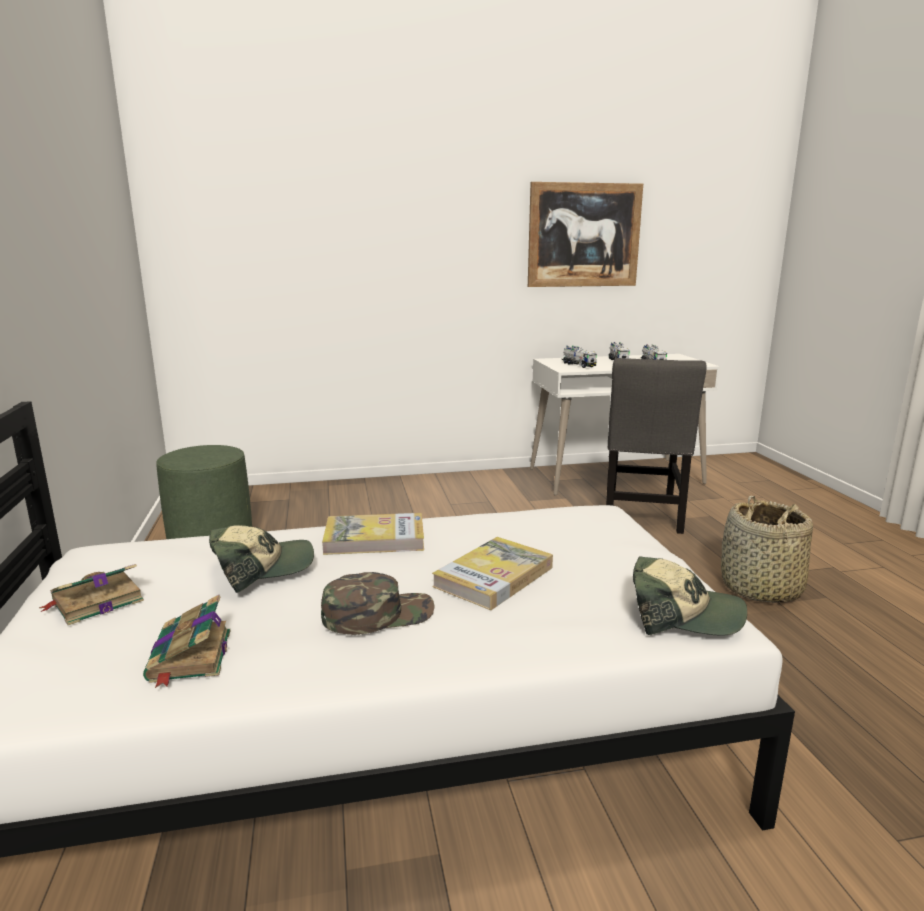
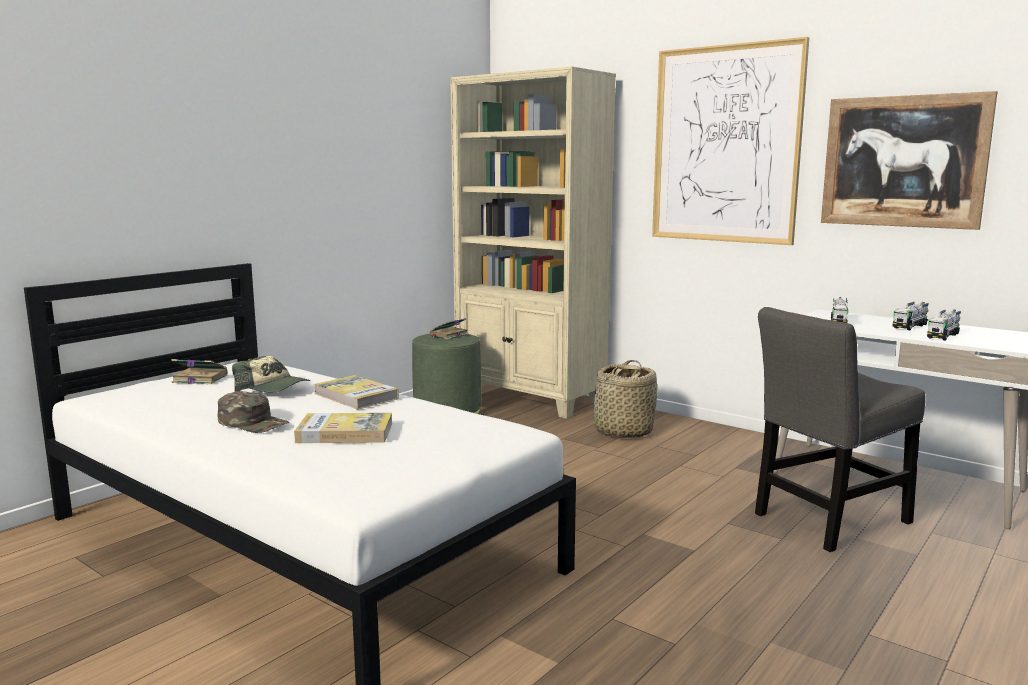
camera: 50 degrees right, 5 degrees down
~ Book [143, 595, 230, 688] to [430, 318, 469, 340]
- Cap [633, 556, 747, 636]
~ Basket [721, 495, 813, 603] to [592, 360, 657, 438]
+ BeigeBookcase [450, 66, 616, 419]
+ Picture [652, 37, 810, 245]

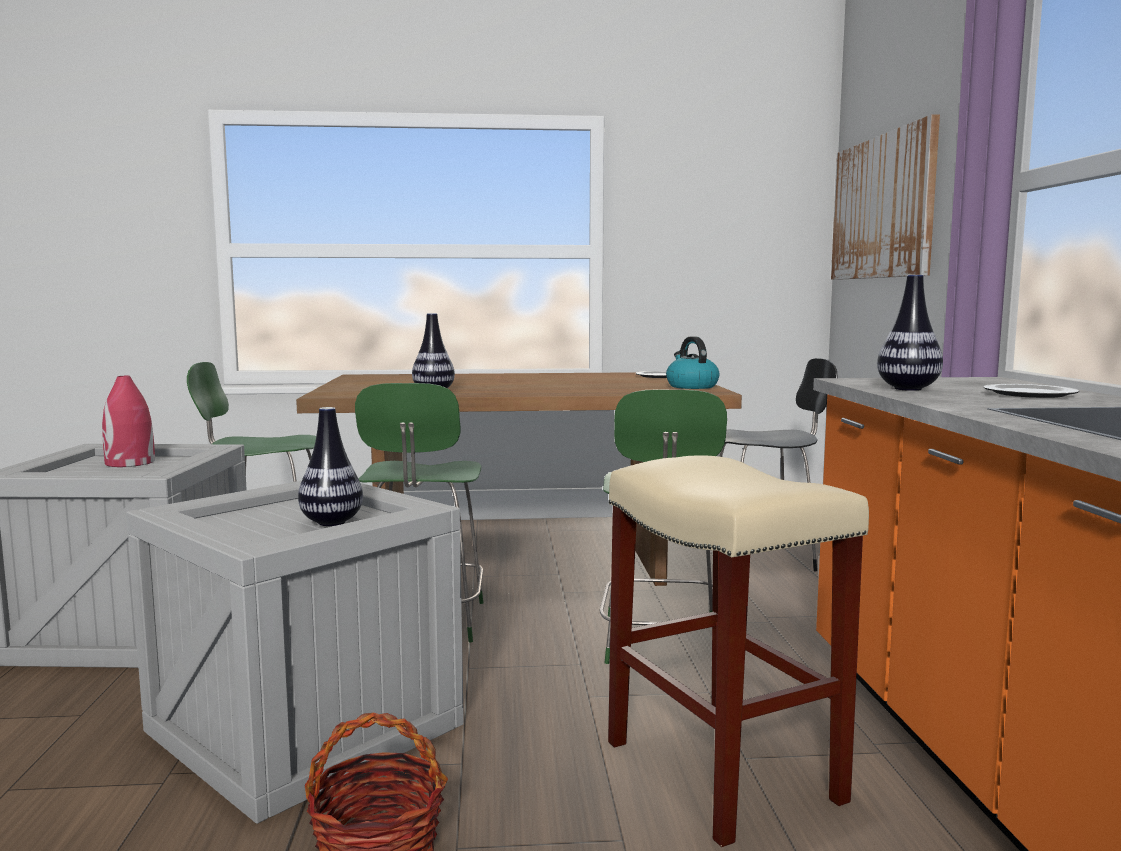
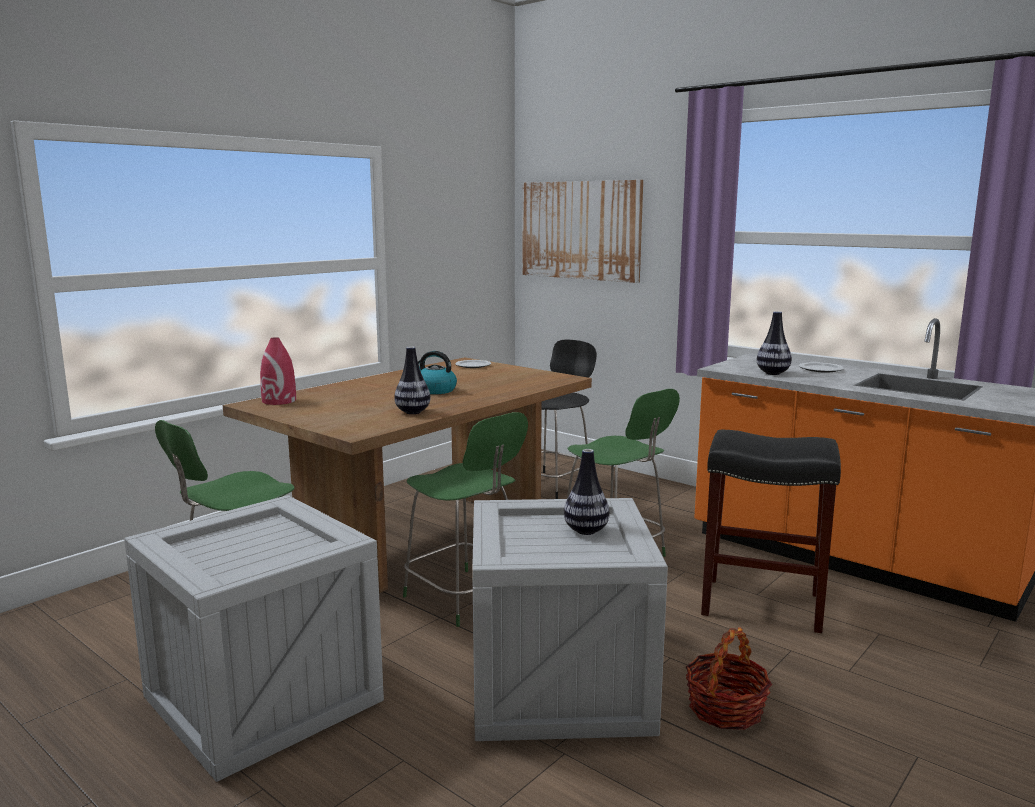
camera: 45 degrees left, 5 degrees up
~ RedVase [102, 376, 155, 467] to [260, 337, 296, 405]
~ BeigeStool [608, 455, 869, 847] to BlackStool [701, 429, 841, 633]
~ Kettle [666, 336, 720, 389] to [418, 351, 457, 394]

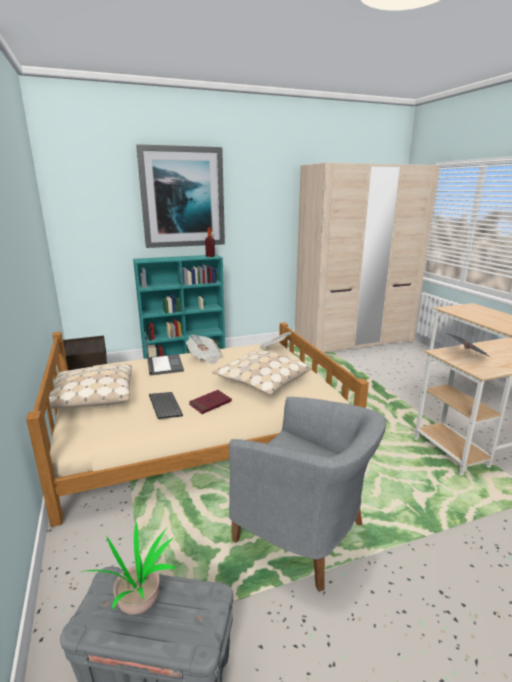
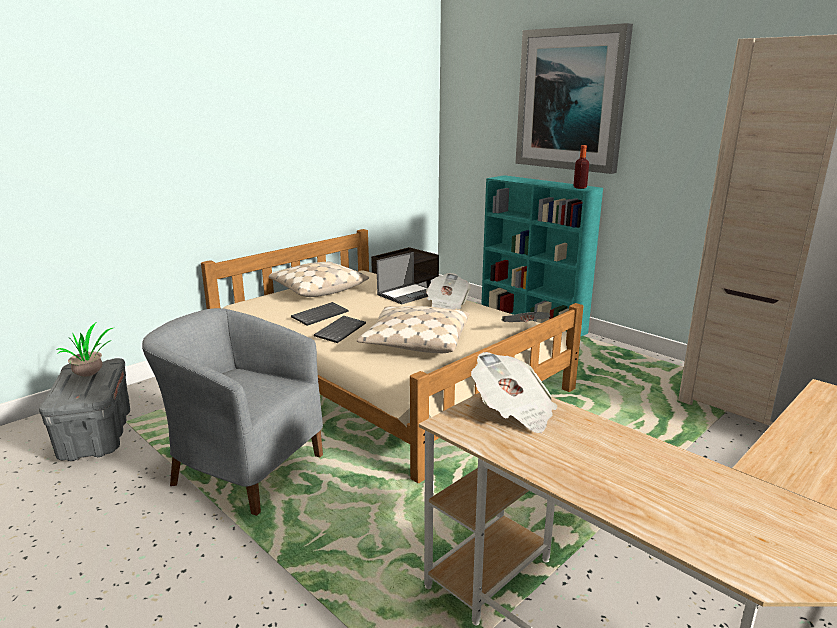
camera: 65 degrees right, 0 degrees up
~ RedBook [189, 390, 232, 414] to Keyboard [314, 316, 366, 343]
~ GreyArmchair [229, 397, 386, 592] = [142, 308, 323, 516] 105 degrees clockwise

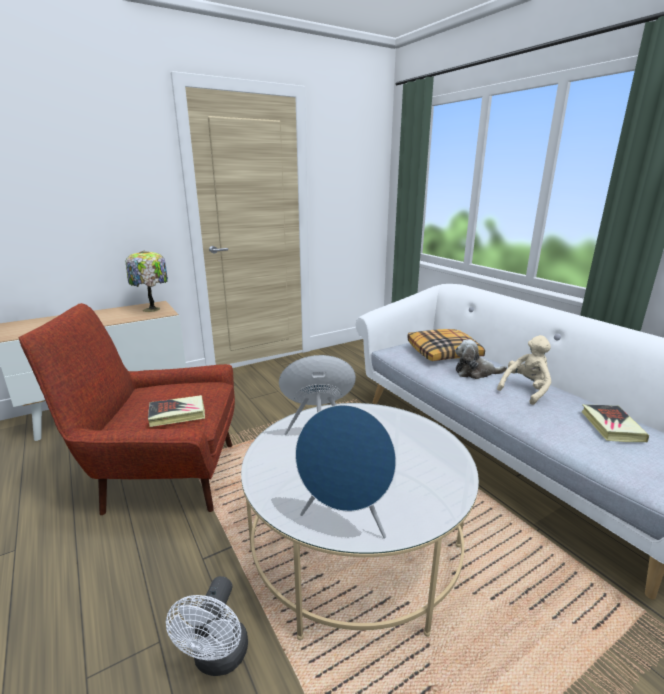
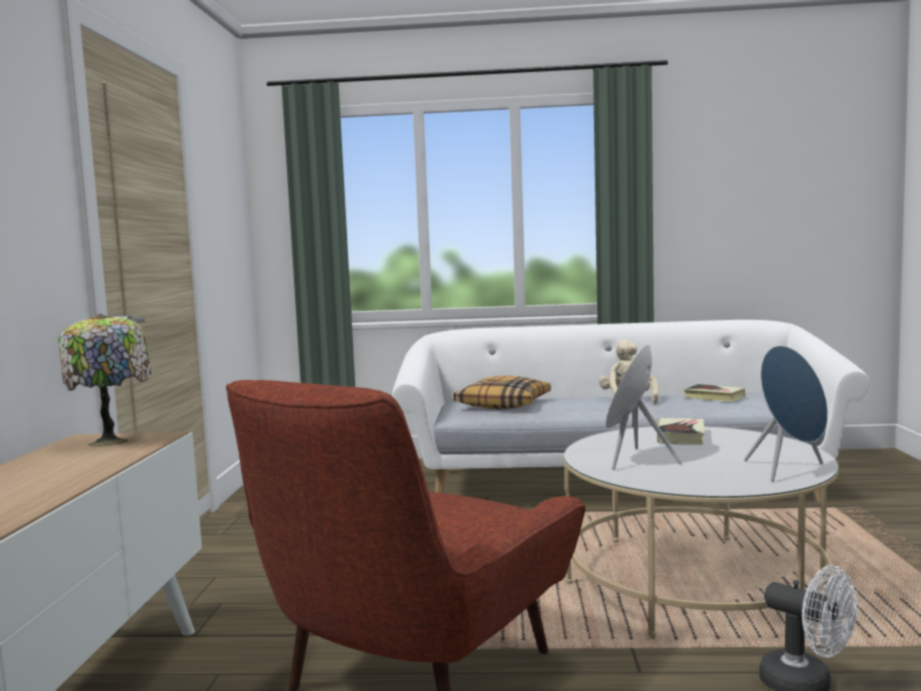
camera: 55 degrees left, 15 degrees down
~ Book [148, 395, 205, 427] to [657, 418, 705, 445]
- PlushToy [455, 339, 507, 379]

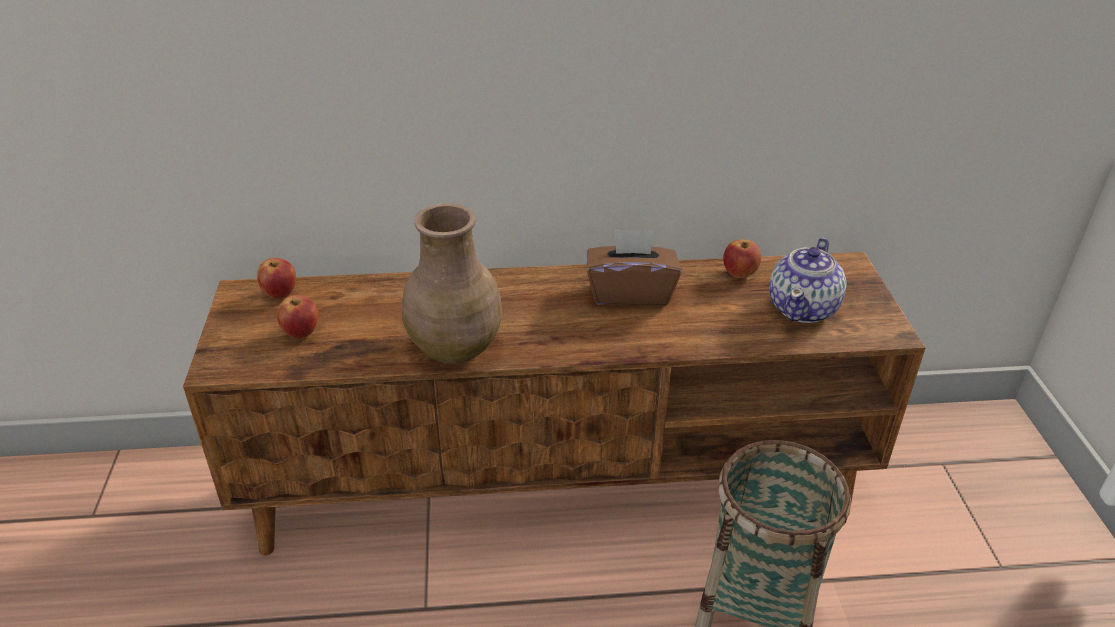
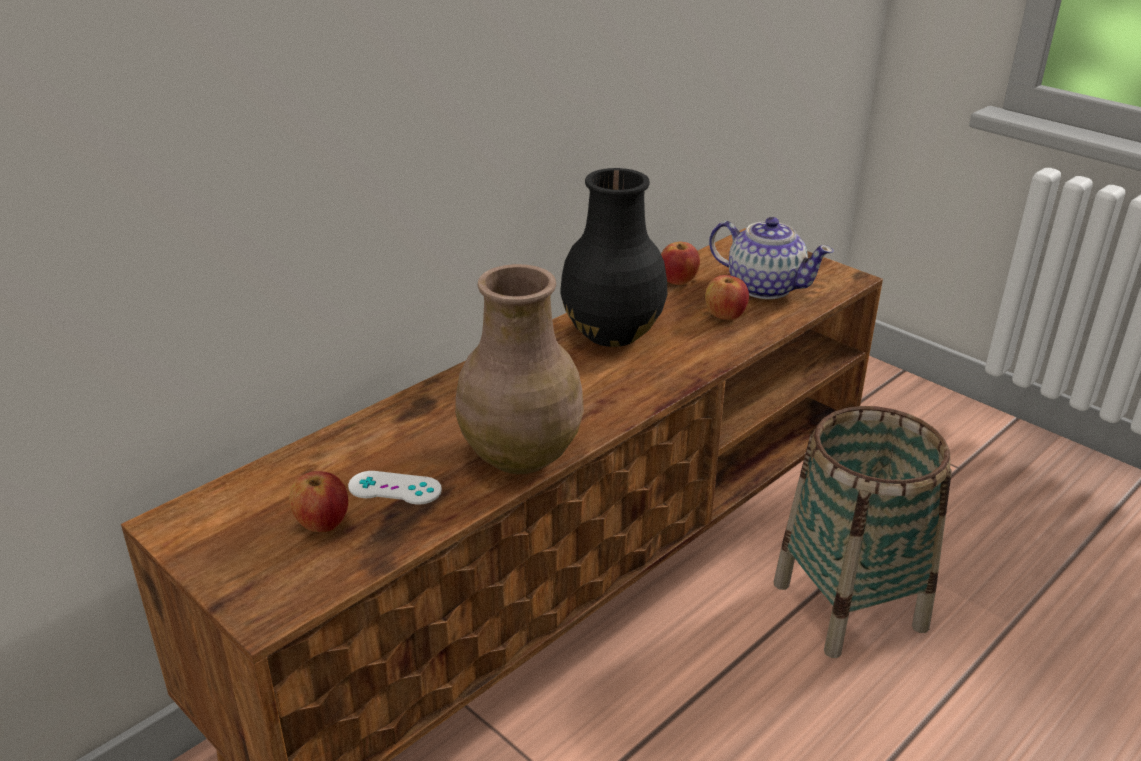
camera: 40 degrees left, 5 degrees down
~ Apple [257, 258, 296, 299] to [705, 275, 749, 320]
~ BrownTissueBox [587, 229, 681, 307] to BlackVase [560, 168, 667, 347]
~ Teapot [769, 238, 847, 323] = [709, 217, 834, 299] 45 degrees counterclockwise
+ WhiteGameController [348, 471, 442, 504]

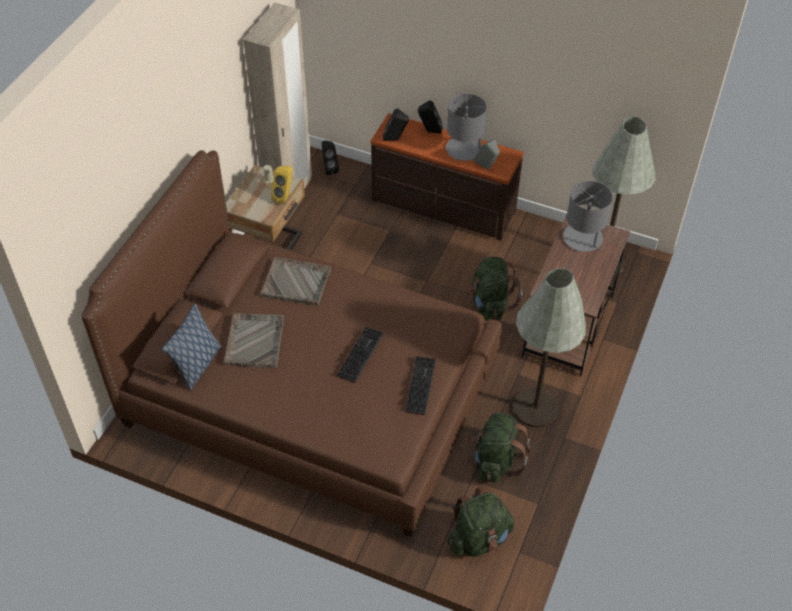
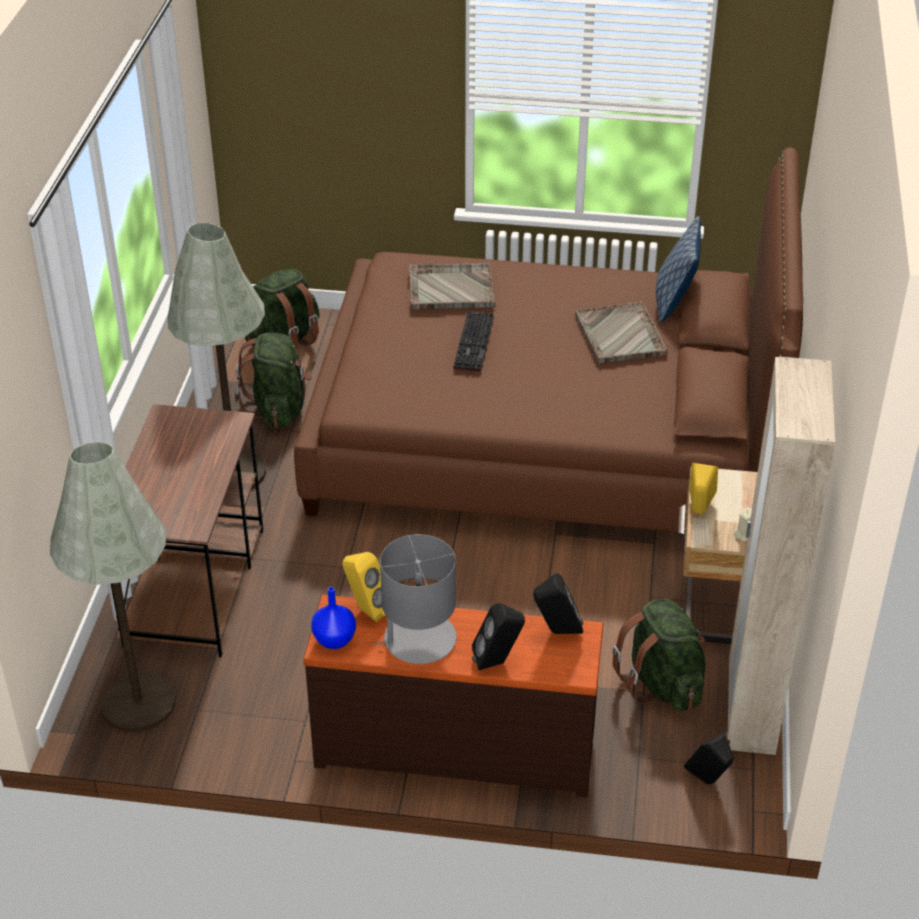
camera: 165 degrees right, 10 degrees down
~ GreyTray [260, 257, 331, 306] to [409, 263, 495, 310]
- Keyboard [405, 356, 436, 415]
~ GreenBackpack [468, 257, 522, 320] to [612, 599, 705, 711]
~ GreySpeaker [474, 139, 500, 169] to YellowSpeaker [342, 552, 386, 622]
- GreyTableLamp [563, 181, 613, 252]
+ BlueVase [311, 587, 356, 649]

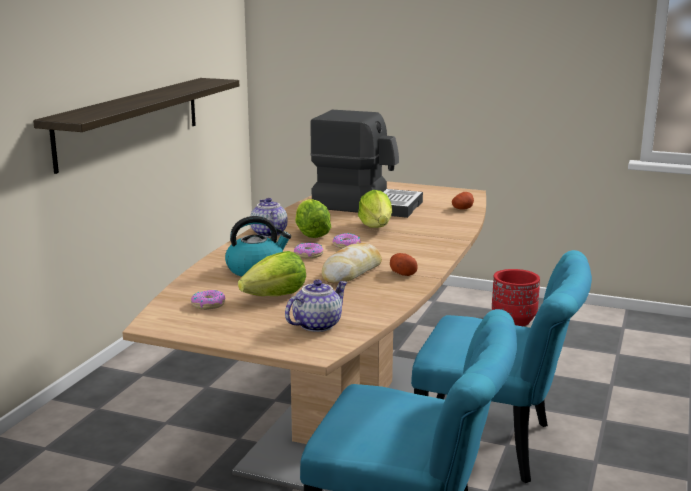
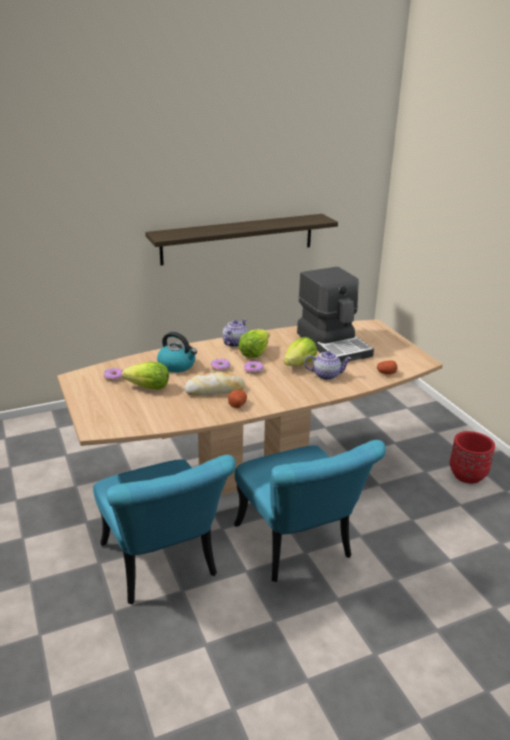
camera: 45 degrees right, 10 degrees up
~ Teapot [285, 279, 348, 332] to [304, 351, 352, 380]

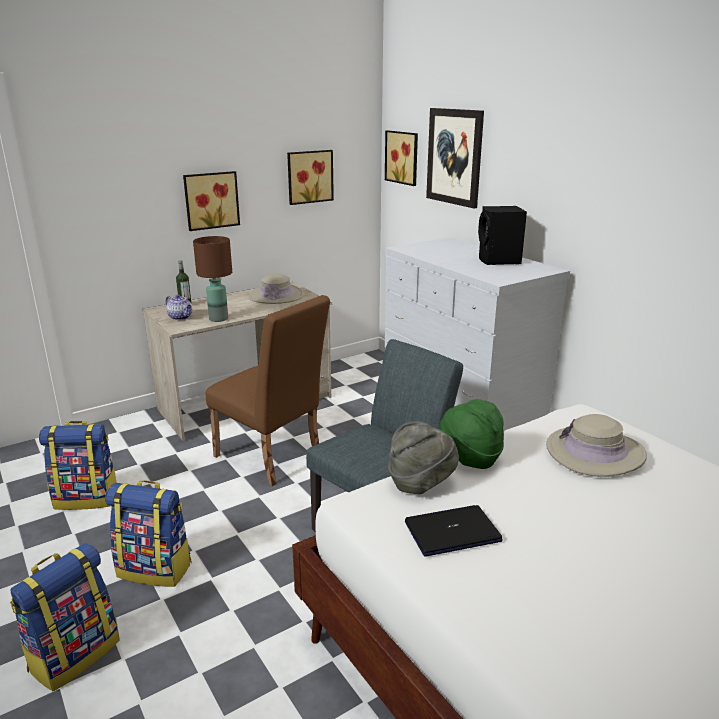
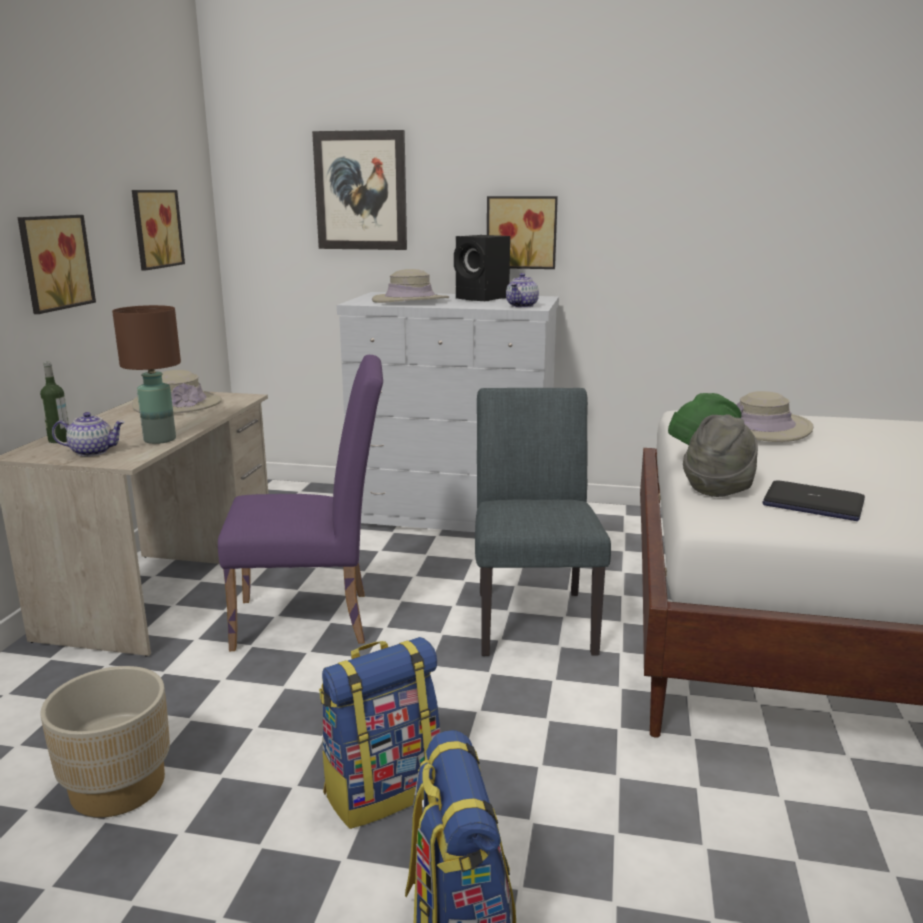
camera: 45 degrees left, 5 degrees down
~ Backpack [39, 421, 116, 510] to BeigePlanter [40, 666, 170, 818]
~ BrownChair [206, 295, 330, 486] to PurpleChair [218, 355, 383, 651]
~ Picture [385, 130, 418, 186] to [487, 196, 558, 269]
~ Laptop [405, 505, 503, 557] = [763, 480, 865, 521] 90 degrees counterclockwise
+ BeigeHat [372, 269, 449, 303]
+ Teapot [506, 273, 539, 308]

